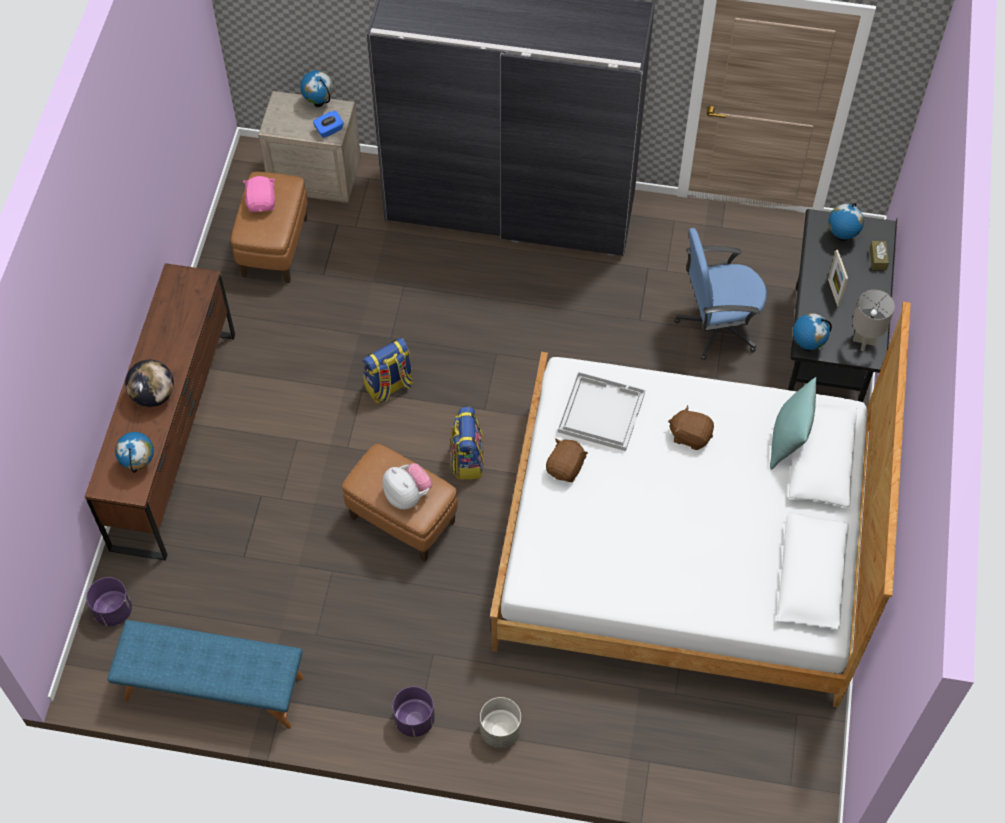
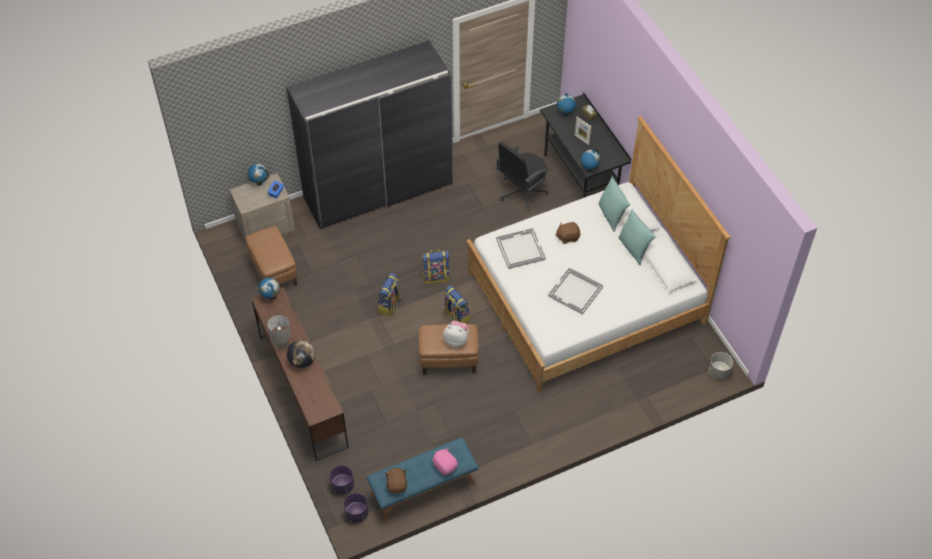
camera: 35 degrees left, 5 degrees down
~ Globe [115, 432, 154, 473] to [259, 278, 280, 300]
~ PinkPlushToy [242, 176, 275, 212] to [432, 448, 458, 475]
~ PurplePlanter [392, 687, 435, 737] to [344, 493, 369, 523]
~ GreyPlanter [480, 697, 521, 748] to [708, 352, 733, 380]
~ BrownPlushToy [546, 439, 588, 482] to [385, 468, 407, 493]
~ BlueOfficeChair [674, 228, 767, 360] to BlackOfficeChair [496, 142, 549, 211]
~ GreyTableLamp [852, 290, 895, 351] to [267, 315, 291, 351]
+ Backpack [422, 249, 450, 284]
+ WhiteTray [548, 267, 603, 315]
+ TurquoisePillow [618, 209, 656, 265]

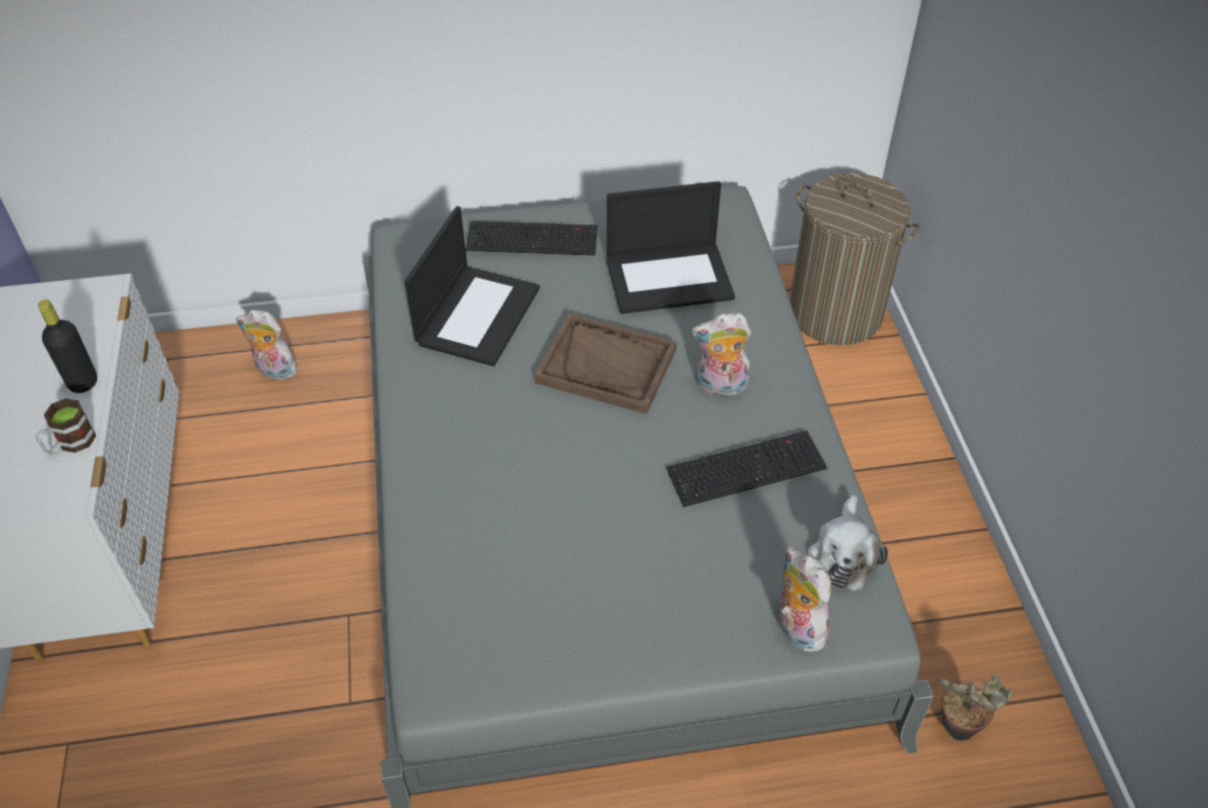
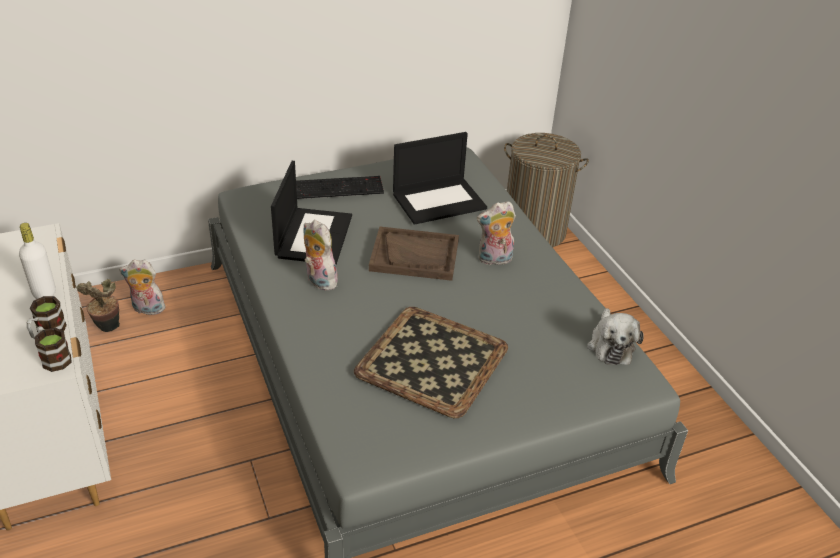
camera: 15 degrees left, 10 degrees down
~ BlackBottle [38, 300, 97, 393] to WhiteBottle [19, 223, 56, 299]
- Keyboard [666, 430, 827, 507]
~ PlushToy [778, 547, 831, 652] to [303, 220, 338, 291]
~ PottedPlant [937, 675, 1012, 741] to [76, 279, 120, 332]
+ Mug [35, 326, 72, 372]
+ Tray [354, 307, 508, 418]

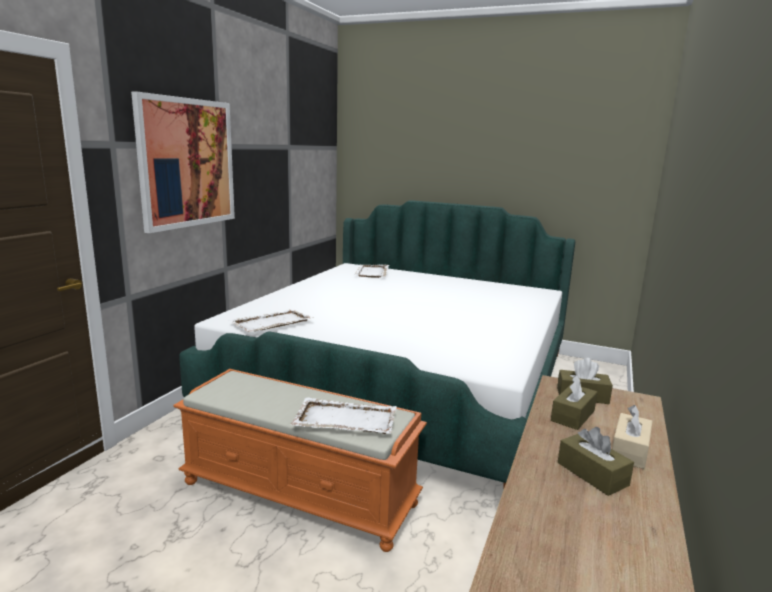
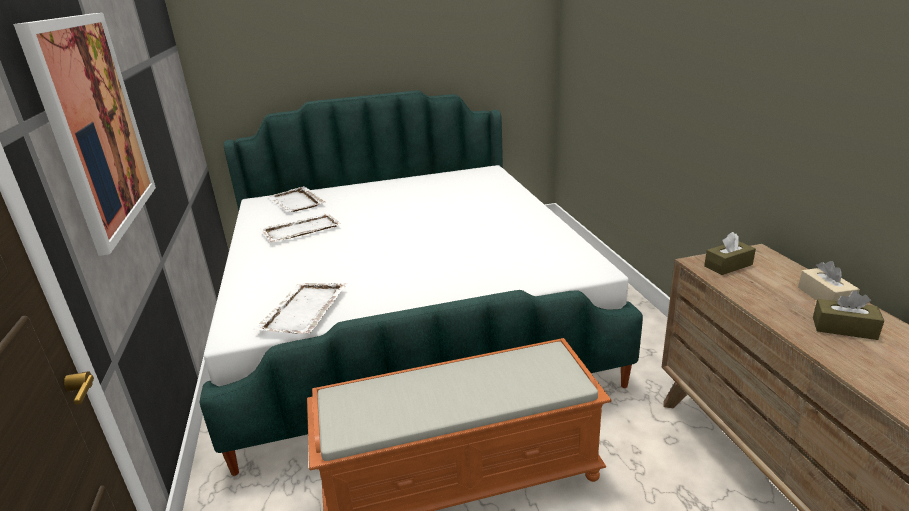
camera: 35 degrees left, 10 degrees up
~ WhiteTray [290, 397, 397, 434] to [260, 213, 342, 242]
- BrownTissueBox [551, 375, 598, 430]

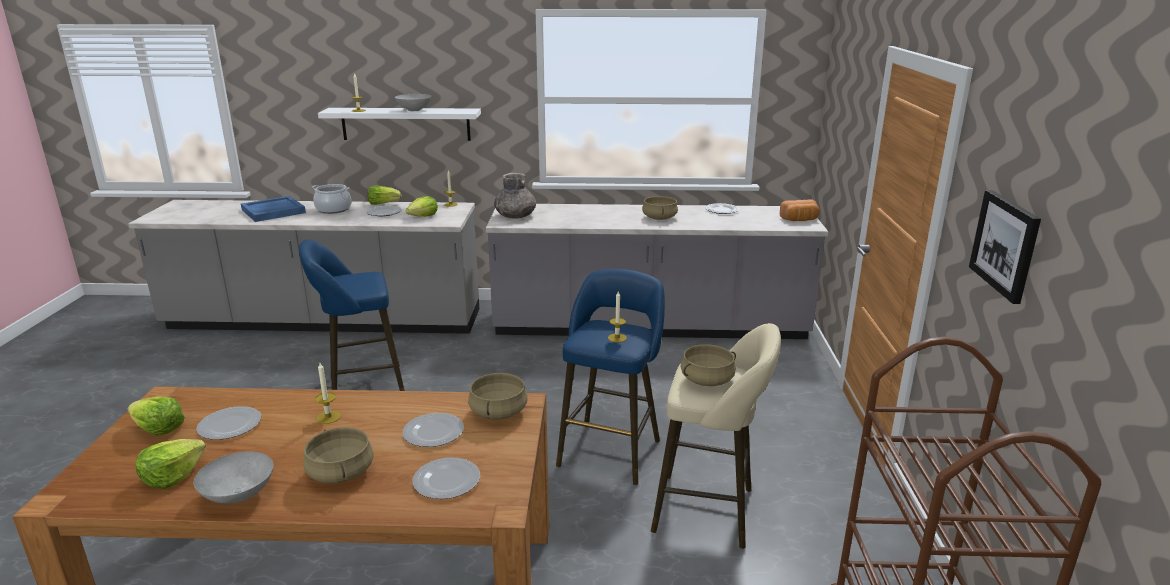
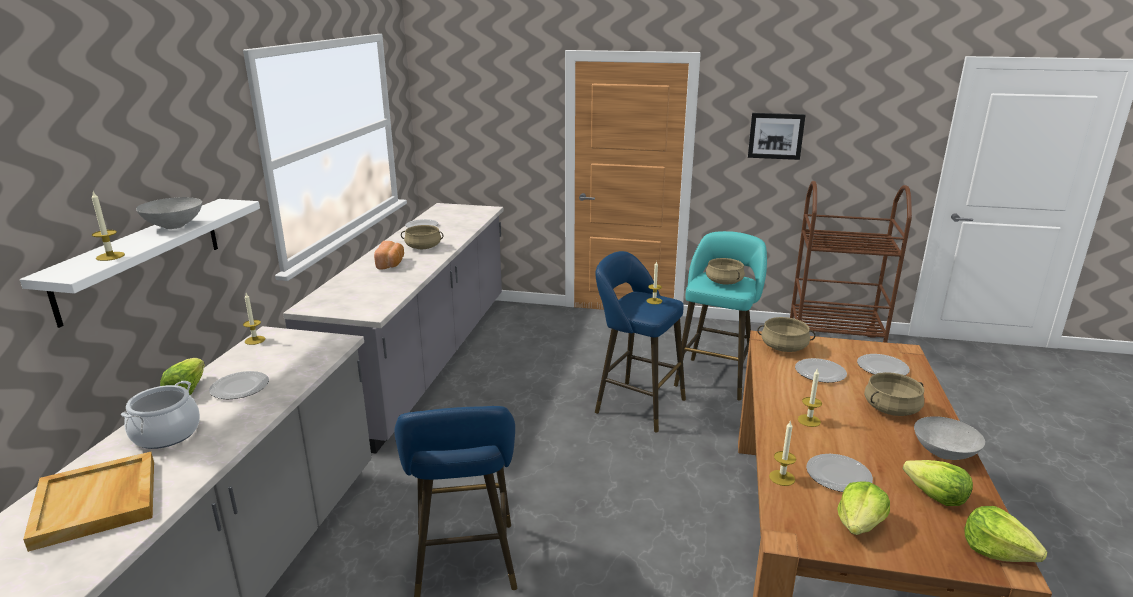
camera: 80 degrees left, 0 degrees up
~ BlueTray [241, 196, 306, 222] to BeigeTray [23, 452, 154, 552]
~ Lettuce [406, 196, 438, 217] to [964, 506, 1047, 562]
- GreyVase [494, 173, 536, 219]
~ BeigeStool [651, 323, 781, 549] to TurquoiseStool [674, 231, 767, 400]
~ Bread [780, 199, 820, 221] to [374, 241, 404, 270]
+ Candle [769, 420, 796, 486]

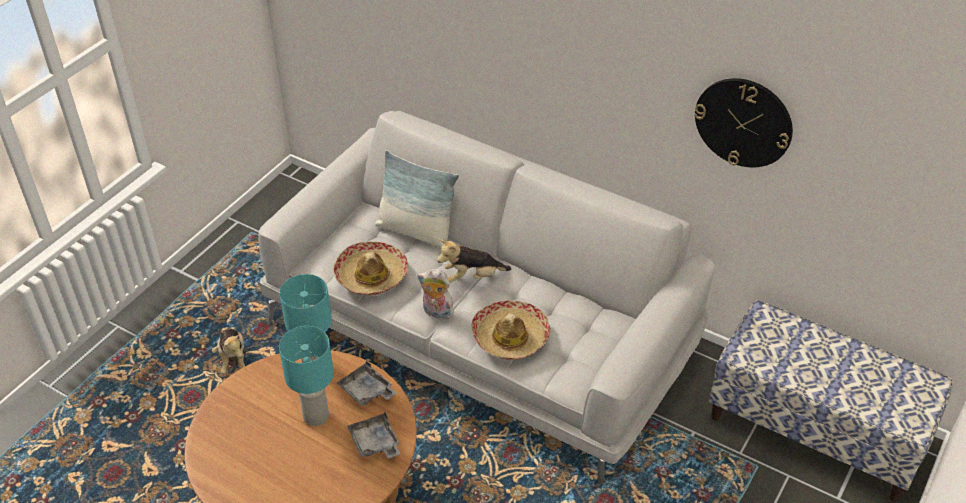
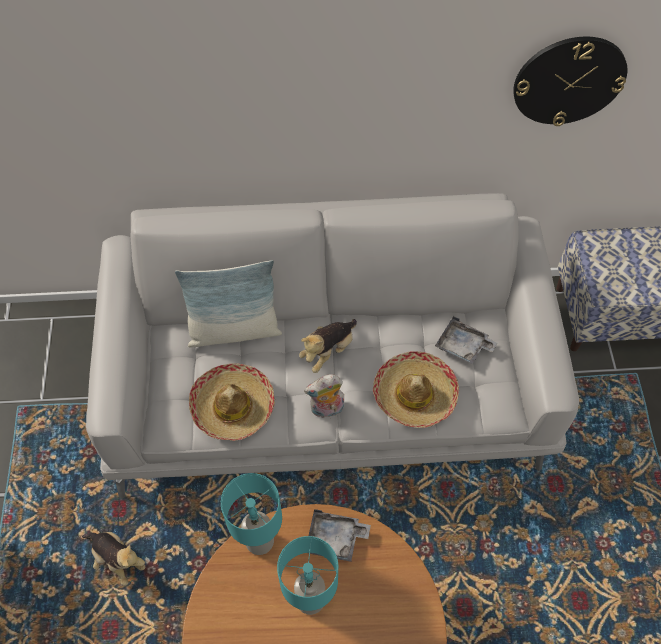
camera: 35 degrees left, 15 degrees up
~ GreyTray [347, 412, 400, 459] to [435, 316, 498, 364]

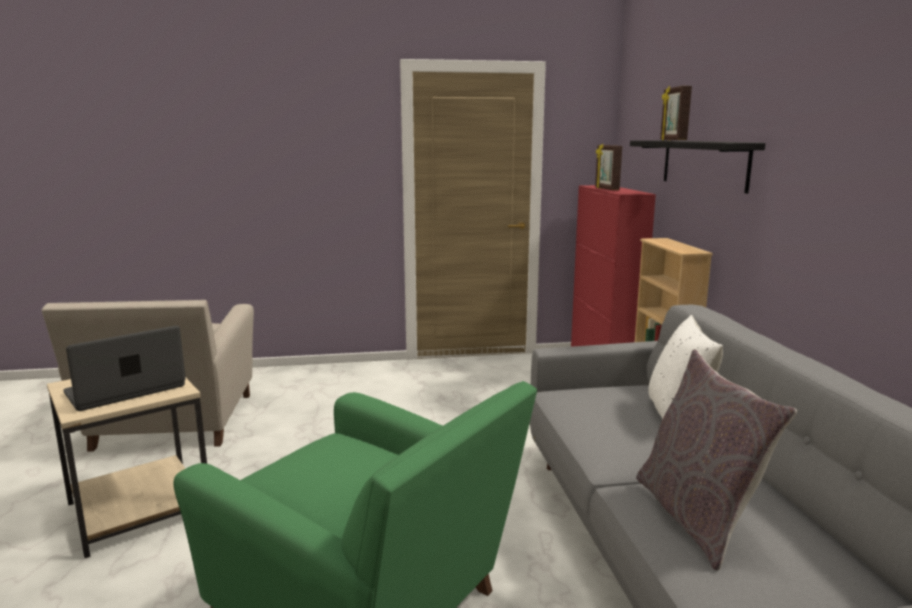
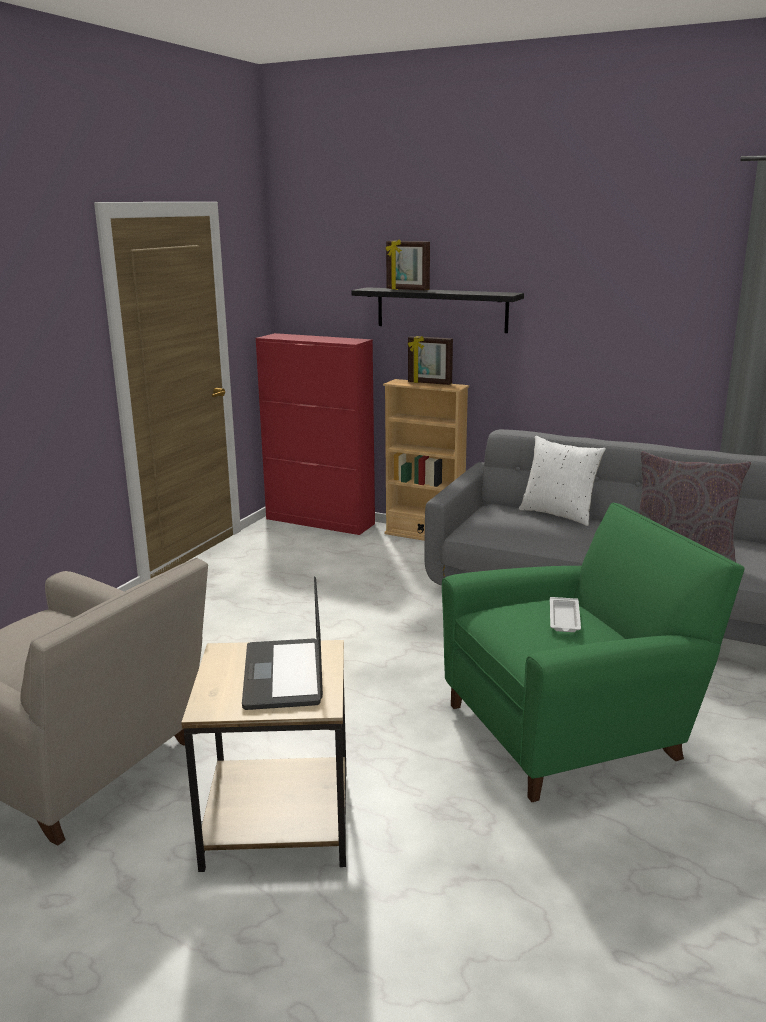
camera: 55 degrees left, 5 degrees up
~ PictureFrame [595, 143, 622, 190] to [408, 336, 453, 385]
+ WhiteTray [550, 597, 581, 632]

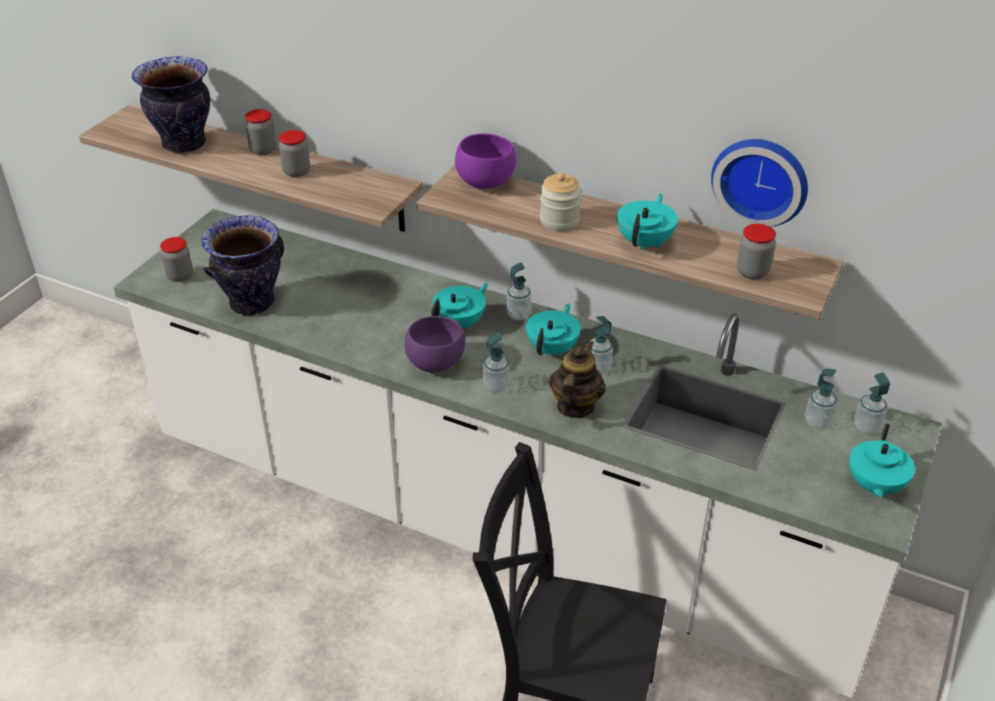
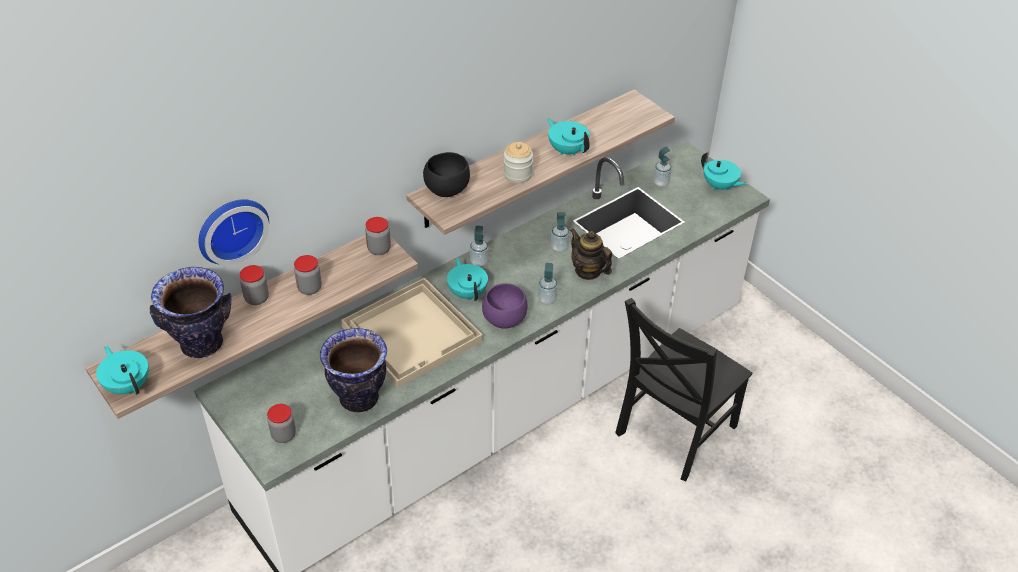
camera: 65 degrees left, 5 degrees up
~ PurpleBowl [455, 134, 516, 189] to BlackBowl [423, 152, 470, 197]
~ TurquoiseTeapot [526, 304, 581, 357] to [96, 346, 149, 395]
~ WallClock [711, 139, 808, 227] to [198, 199, 269, 265]
~ Jar [737, 224, 776, 280] to [365, 217, 391, 255]
- SoapDispenser [855, 373, 890, 434]
+ BeigeTray [341, 278, 483, 388]

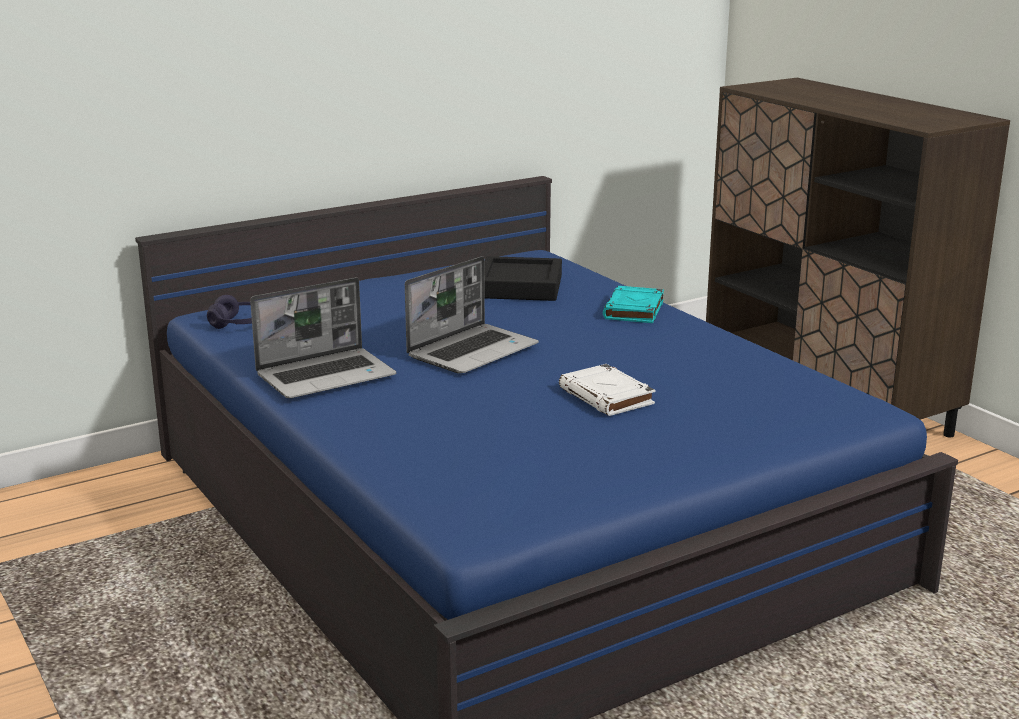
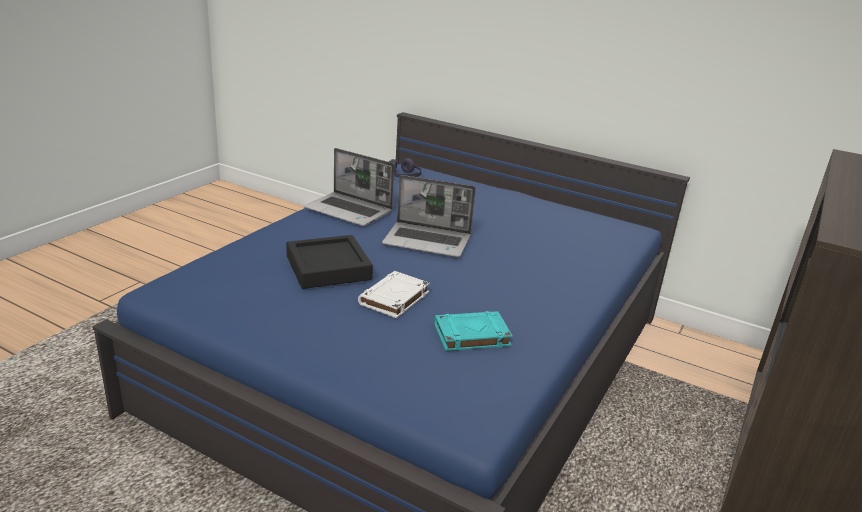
camera: 60 degrees right, 5 degrees up
~ BlackTray [484, 256, 562, 301] to [286, 235, 373, 289]
~ TurquoiseBook [603, 286, 664, 323] to [434, 311, 513, 351]

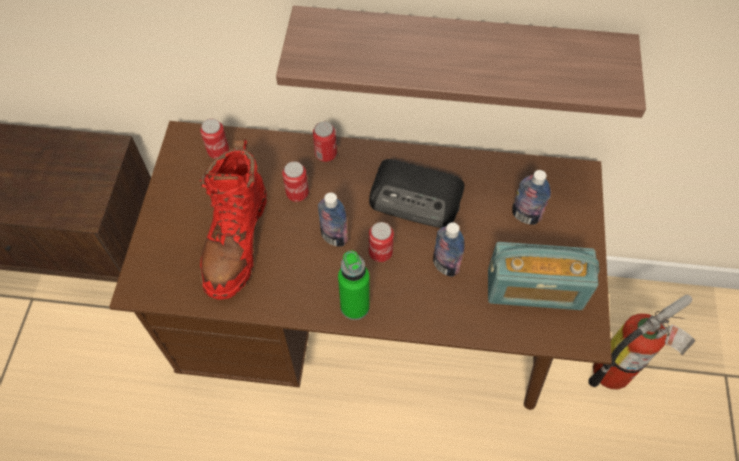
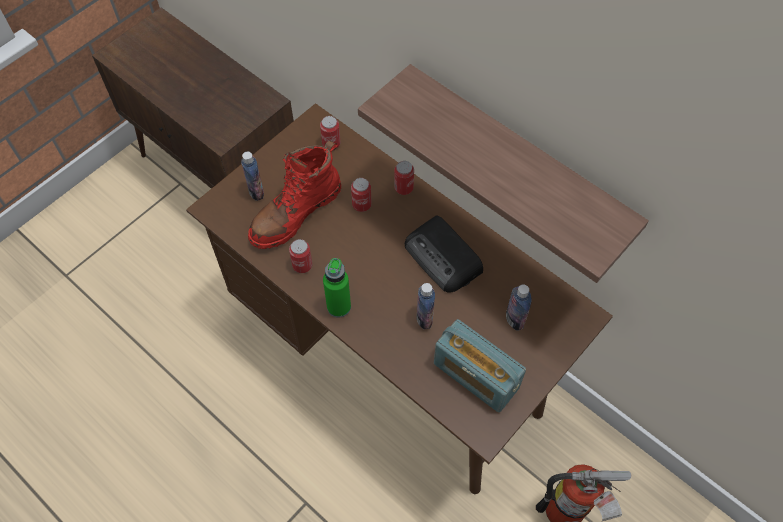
camera: 35 degrees right, 0 degrees up
~ Bottle [318, 193, 348, 247] to [241, 152, 264, 201]
~ Can [369, 222, 394, 262] to [289, 239, 312, 273]

